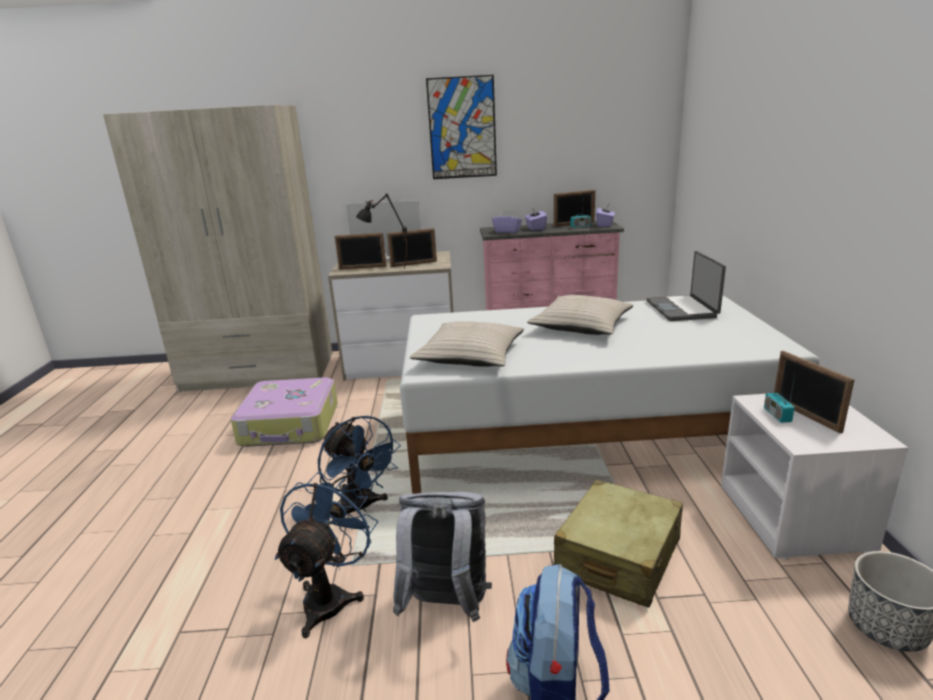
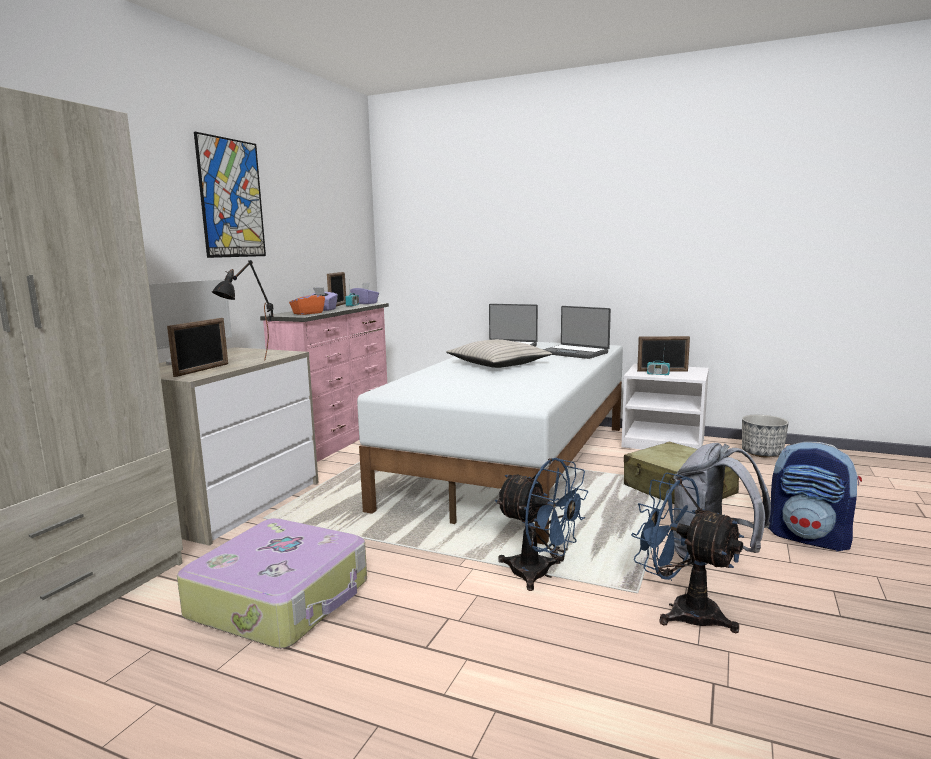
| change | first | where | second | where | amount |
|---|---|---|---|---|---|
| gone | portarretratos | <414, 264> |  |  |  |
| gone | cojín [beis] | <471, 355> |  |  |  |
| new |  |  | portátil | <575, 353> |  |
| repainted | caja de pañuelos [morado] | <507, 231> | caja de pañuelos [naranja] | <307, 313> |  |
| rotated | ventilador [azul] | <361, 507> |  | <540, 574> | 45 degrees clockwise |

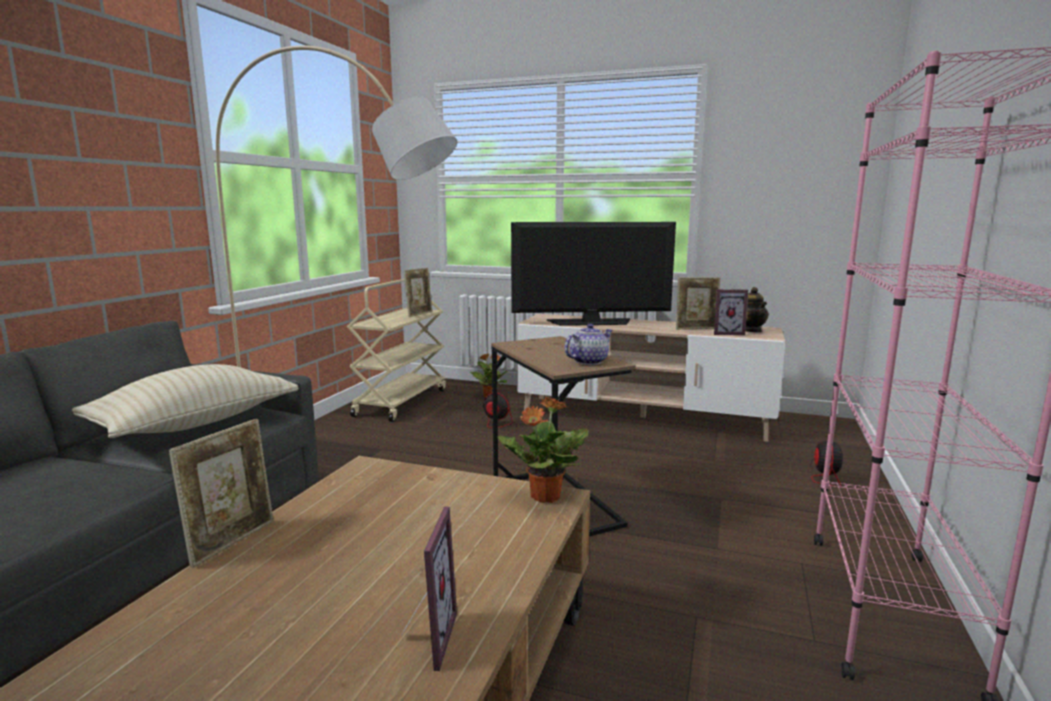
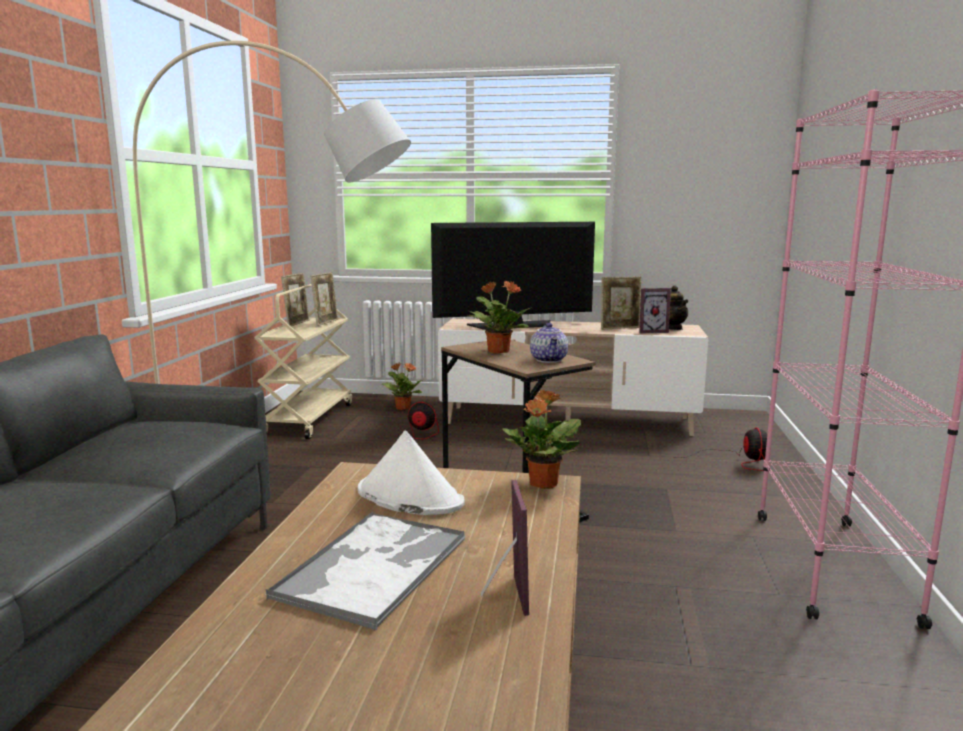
| change | first | where | second | where | amount |
|---|---|---|---|---|---|
| gone | cojín [beis] | <195, 424> |  |  |  |
| new |  |  | bandeja | <374, 566> |  |
| new |  |  | sombrero [blanco] | <409, 496> |  |
| new |  |  | planta en maceta | <498, 351> |  |
| shifted | portarretratos | <232, 541> |  | <297, 323> |  |
| rotated | tetera | <588, 361> |  | <549, 360> | 135 degrees clockwise |

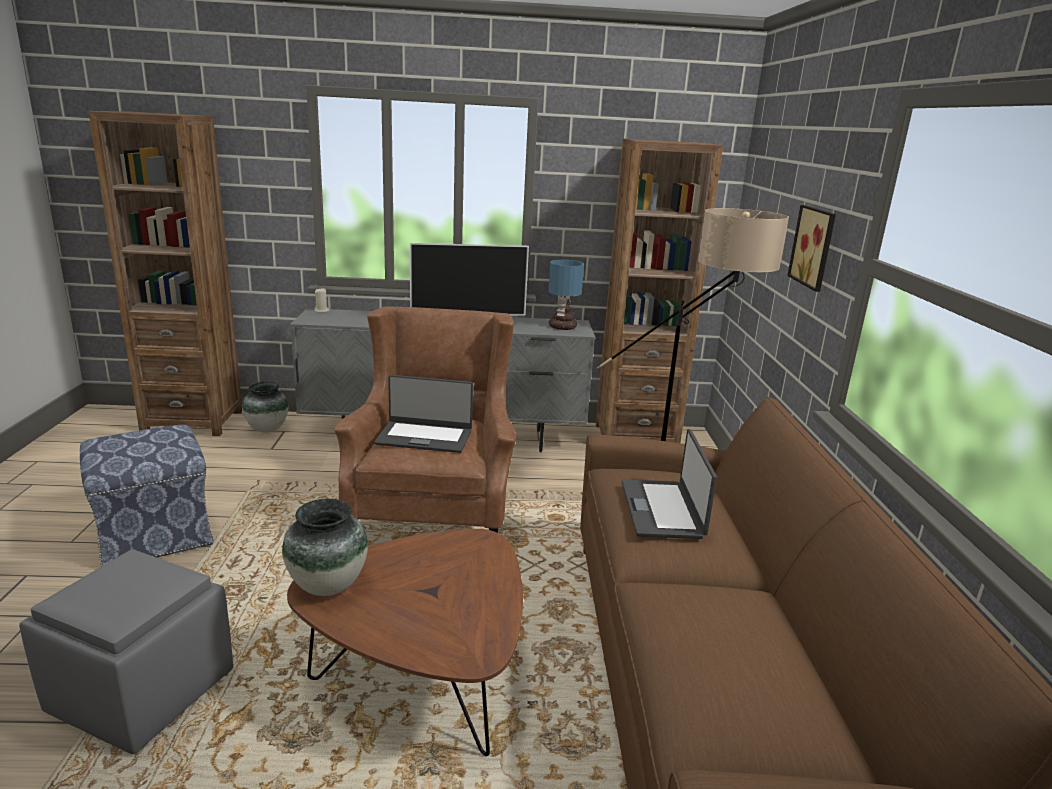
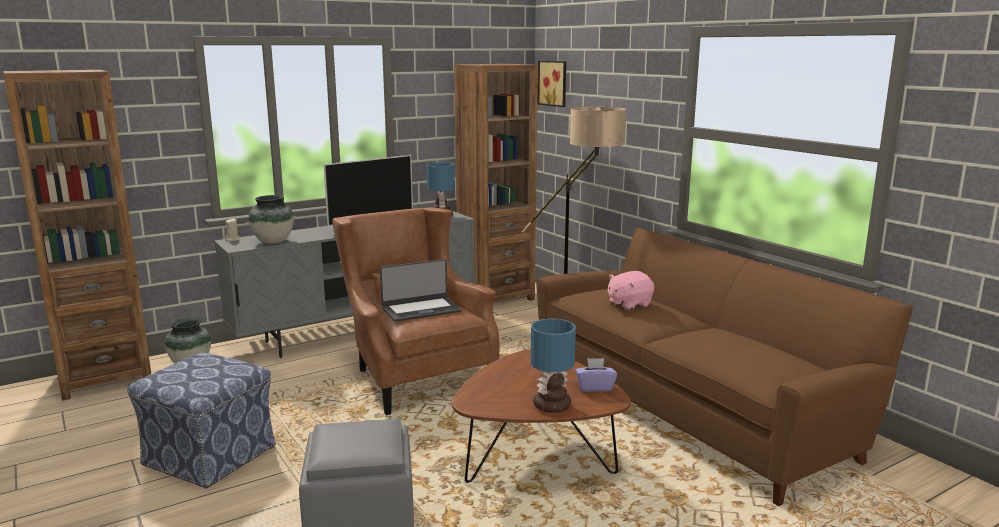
| change | first | where | second | where | amount |
|---|---|---|---|---|---|
| new |  |  | lámpara de mesa | <551, 406> |  |
| new |  |  | caja de pañuelos [morado] | <595, 387> |  |
| shifted | florero | <328, 586> |  | <273, 242> |  |
| shifted | cuadro | <815, 247> |  | <554, 83> |  |
| swapped | portátil | <663, 509> | peluche [rosa] | <629, 304> |  |

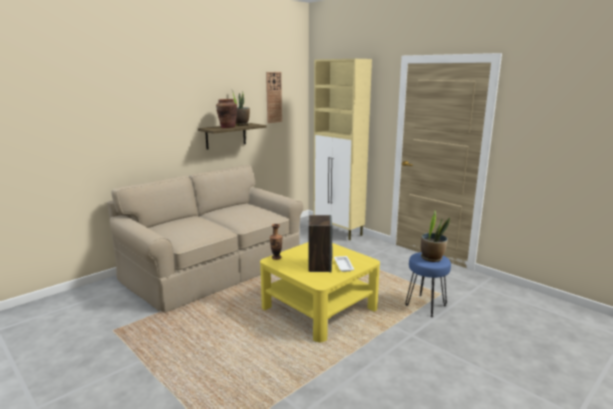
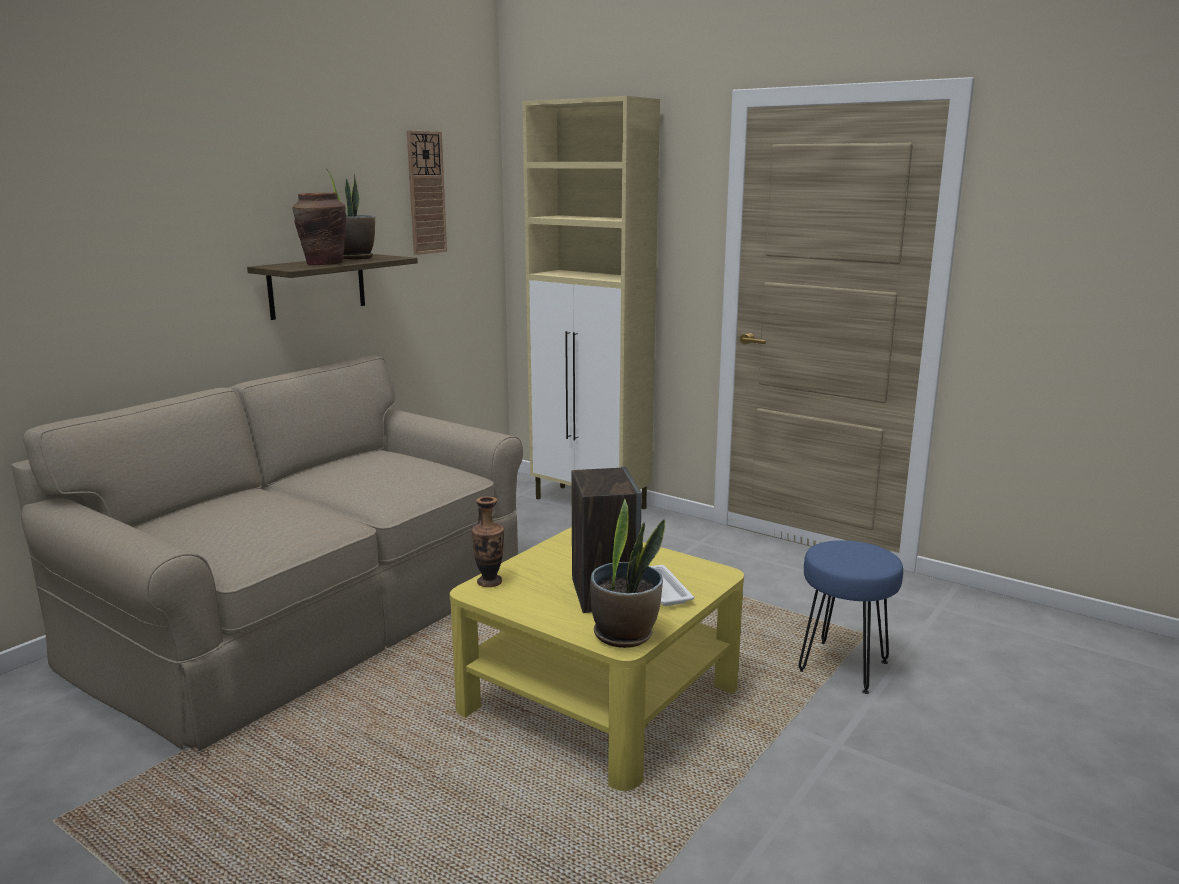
| change | first | where | second | where | amount |
|---|---|---|---|---|---|
| shifted | planta en maceta | <432, 258> |  | <625, 634> |  |

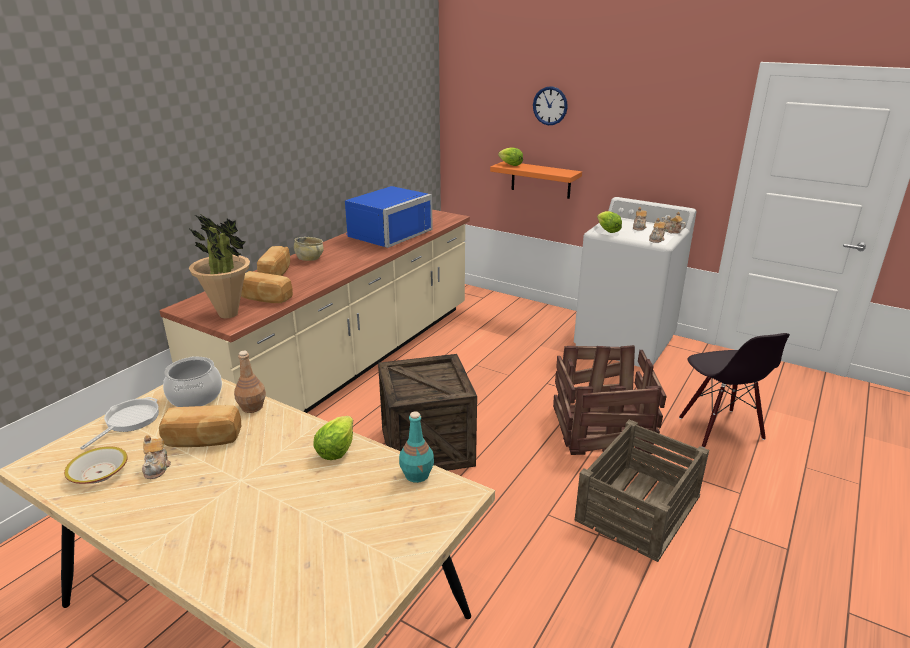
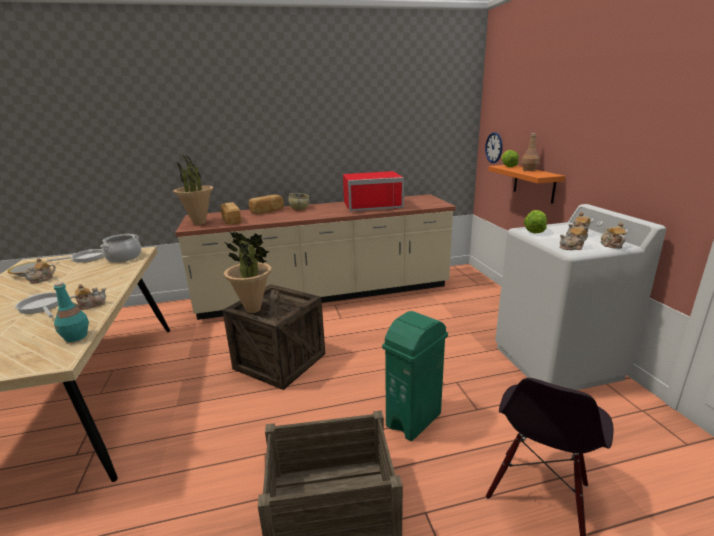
| change | first | where | second | where | amount |
|---|---|---|---|---|---|
| gone | pan | <203, 440> |  |  |  |
| new |  |  | sartén | <42, 306> |  |
| new |  |  | planta en maceta | <253, 309> |  |
| shifted | botella [marrón] | <252, 407> |  | <529, 170> |  |
| shifted | reloj de pared | <550, 106> |  | <494, 147> |  |
| swapped | lechuga | <336, 450> | tetera | <91, 305> |  |
| swapped | caja de embalaje | <603, 429> | papelera [verde] | <414, 420> |  |
| repainted | microondas [azul] | <386, 234> | microondas [rojo] | <372, 205> |  |

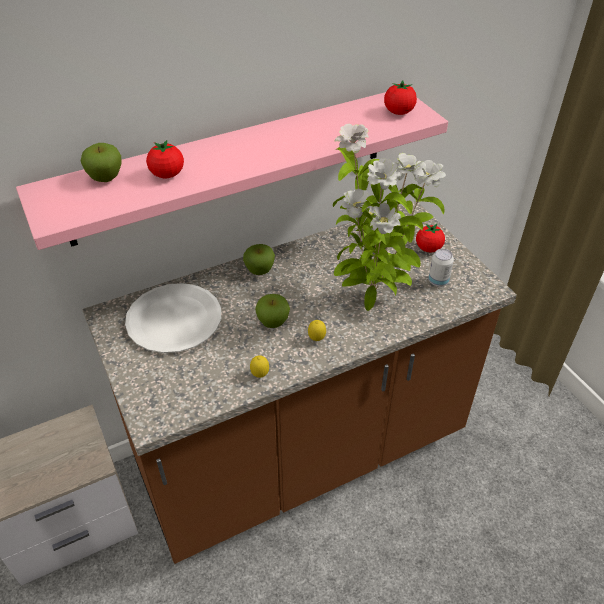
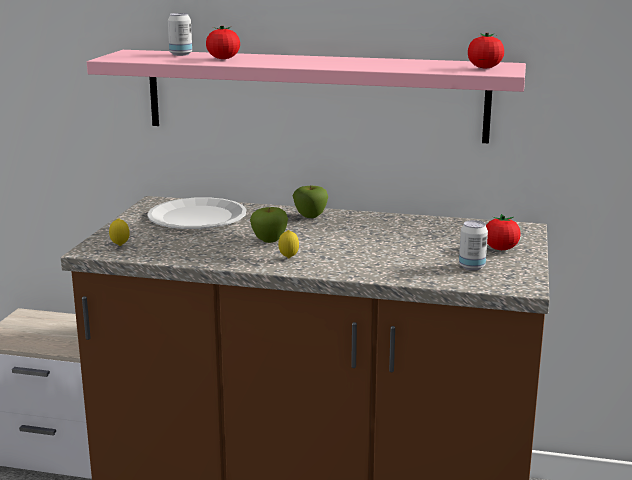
| change | first | where | second | where | amount |
|---|---|---|---|---|---|
| gone | planta en maceta | <372, 300> |  |  |  |
| shifted | limón | <260, 375> |  | <120, 245> |  |
| swapped | manzana | <106, 178> | lata | <181, 54> |  |

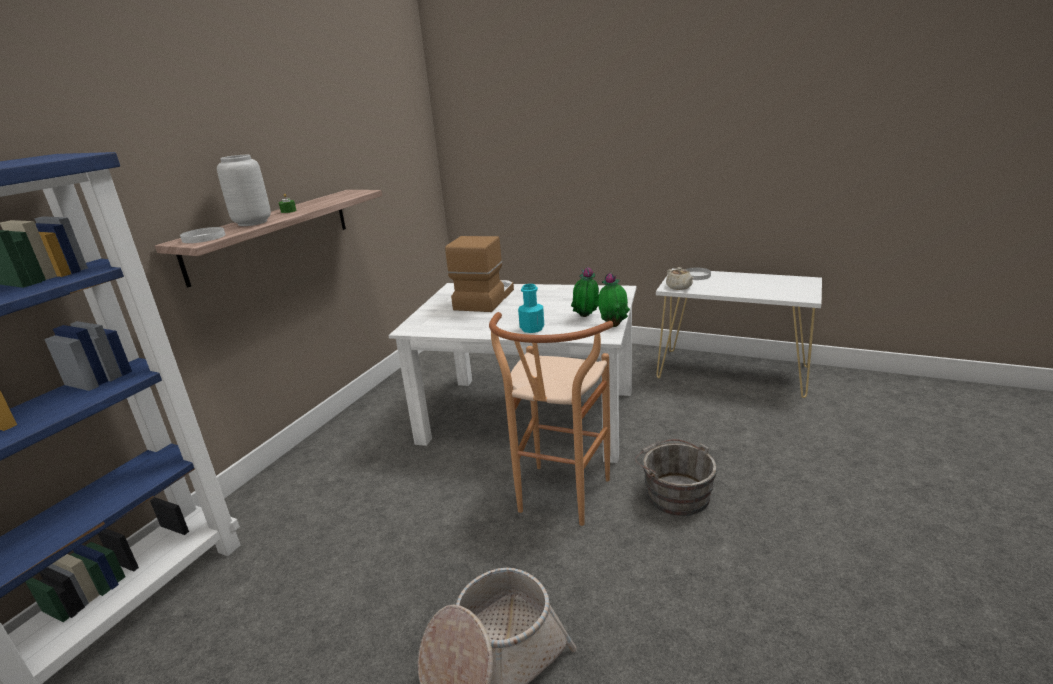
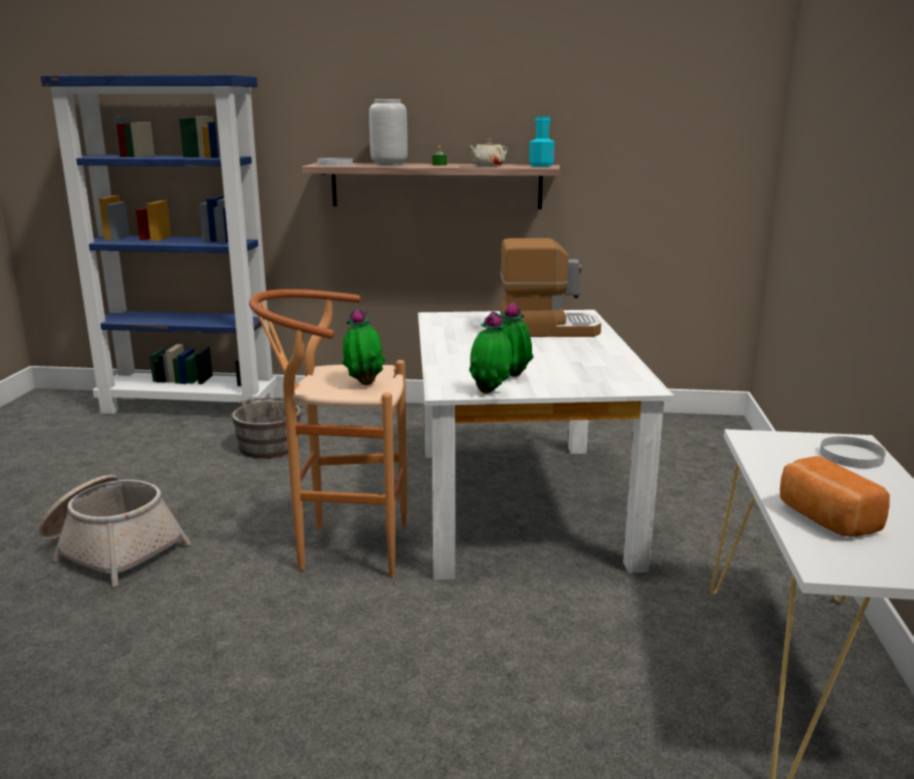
| change | first | where | second | where | amount |
|---|---|---|---|---|---|
| new |  |  | planta en maceta | <364, 383> |  |
| new |  |  | pan | <824, 519> |  |
| shifted | botella [turquesa] | <532, 328> |  | <541, 165> |  |
| shifted | cubo [gris] | <674, 493> |  | <272, 445> |  |
| shifted | tetera [beis] | <679, 287> |  | <487, 165> |  |

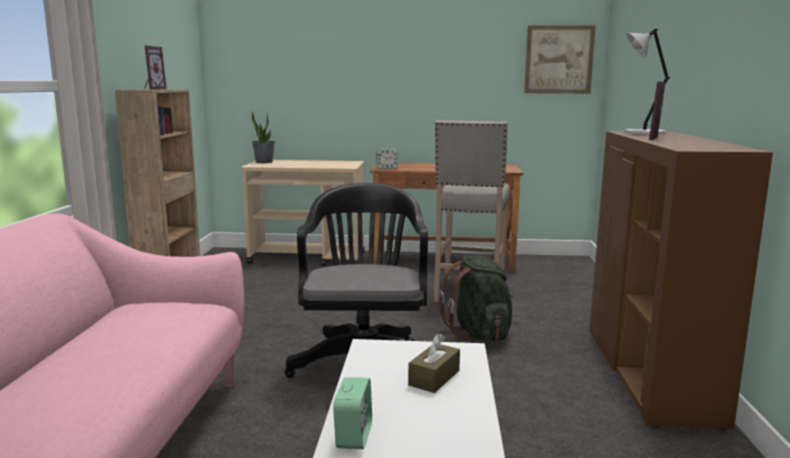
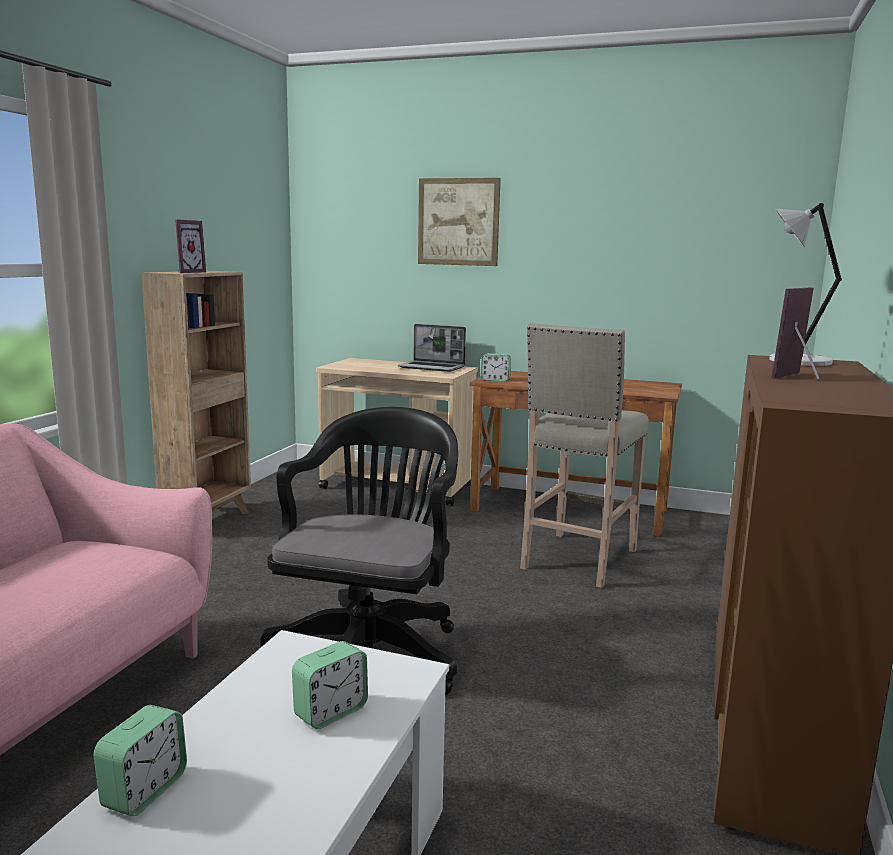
| change | first | where | second | where | amount |
|---|---|---|---|---|---|
| gone | planta en maceta | <264, 162> |  |  |  |
| gone | mochila [verde] | <479, 333> |  |  |  |
| new |  |  | portátil | <432, 367> |  |
| shifted | cuadro | <559, 59> |  | <458, 222> |  |
| swapped | caja de pañuelos [marrón] | <434, 378> | despertador | <330, 712> |  |

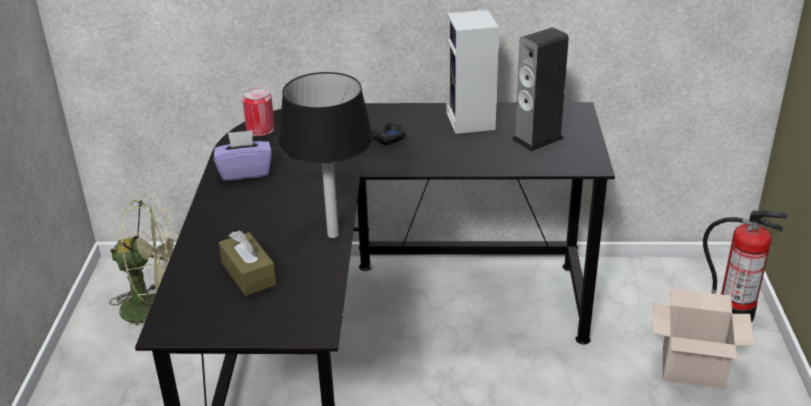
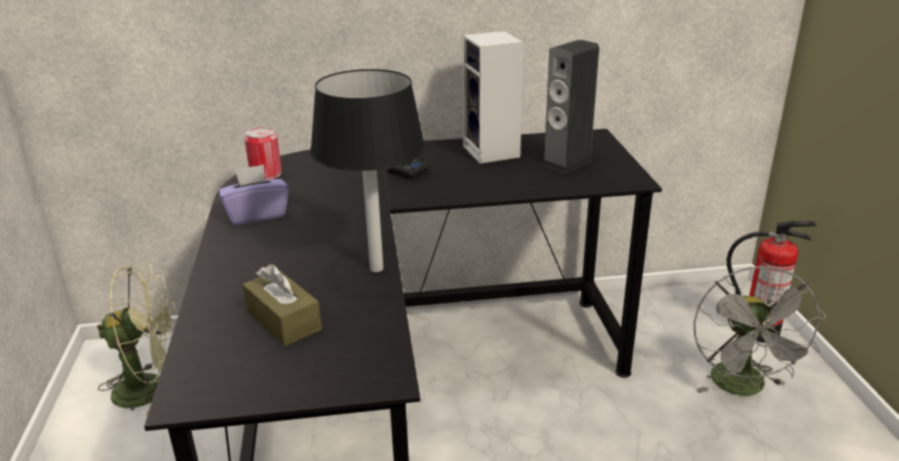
| change | first | where | second | where | amount |
|---|---|---|---|---|---|
| swapped | caja de cartón | <694, 367> | ventilador [gris] | <743, 388> |  |

